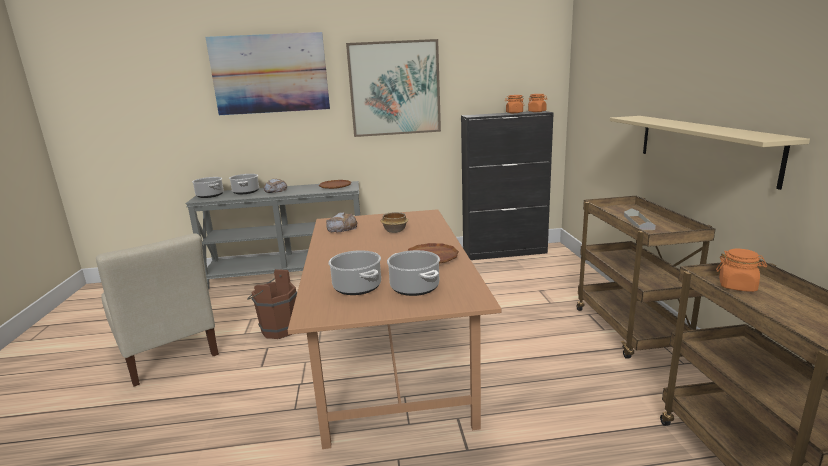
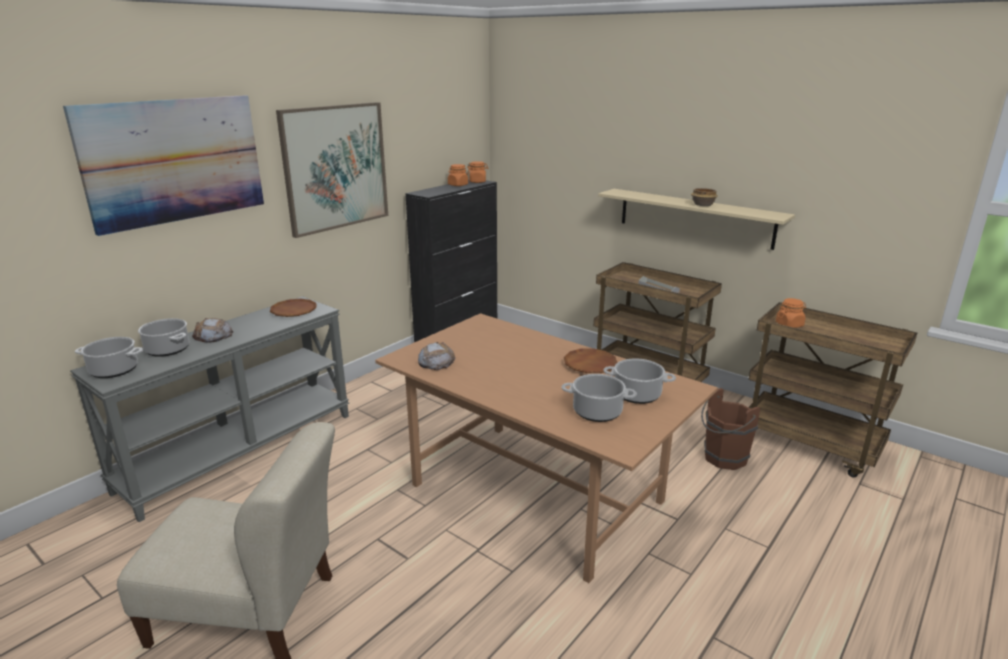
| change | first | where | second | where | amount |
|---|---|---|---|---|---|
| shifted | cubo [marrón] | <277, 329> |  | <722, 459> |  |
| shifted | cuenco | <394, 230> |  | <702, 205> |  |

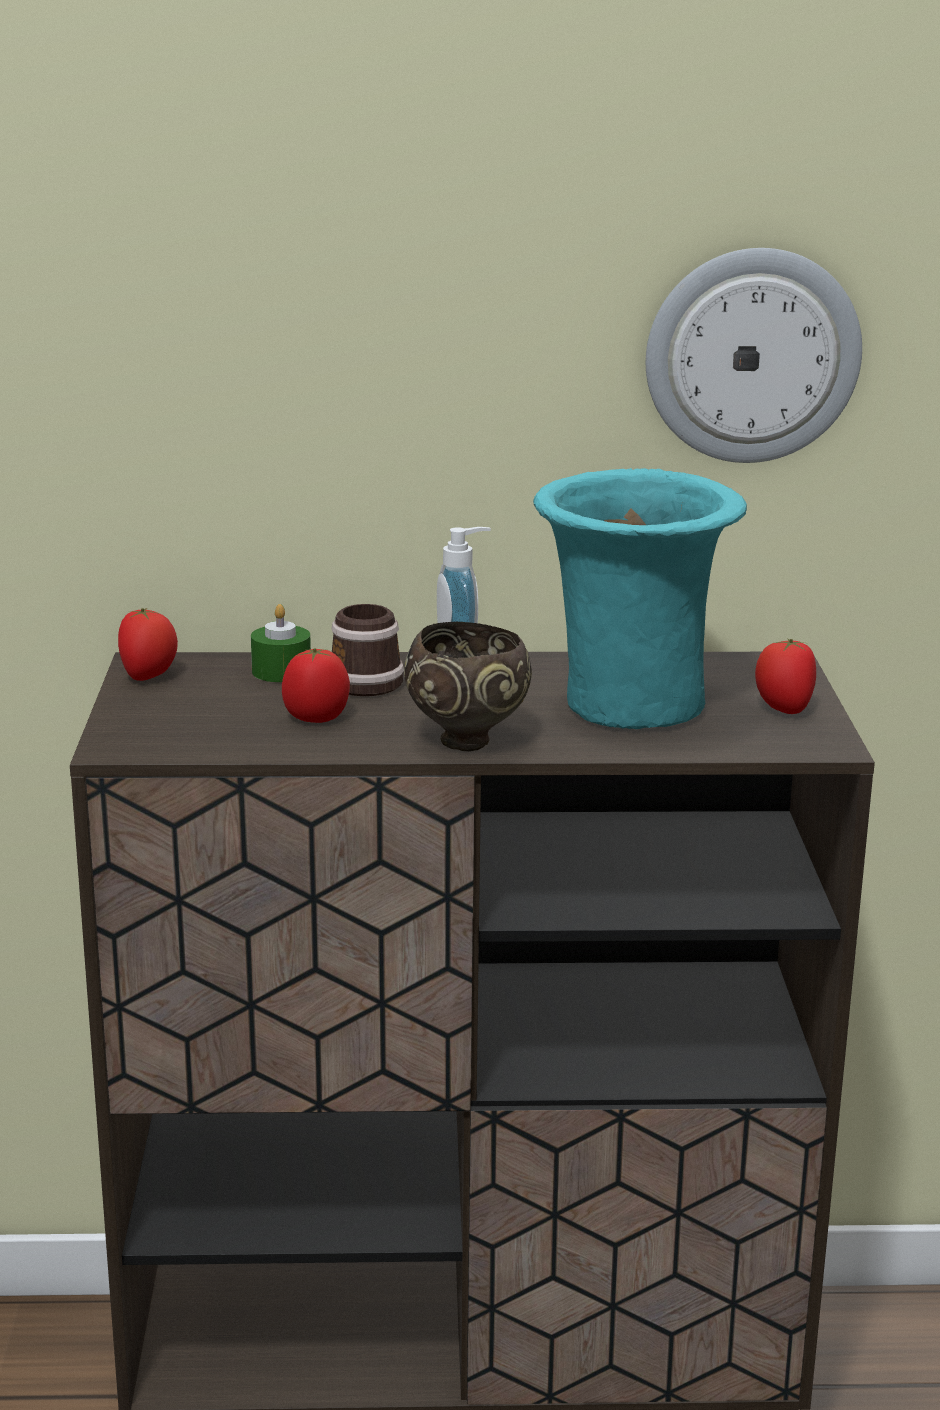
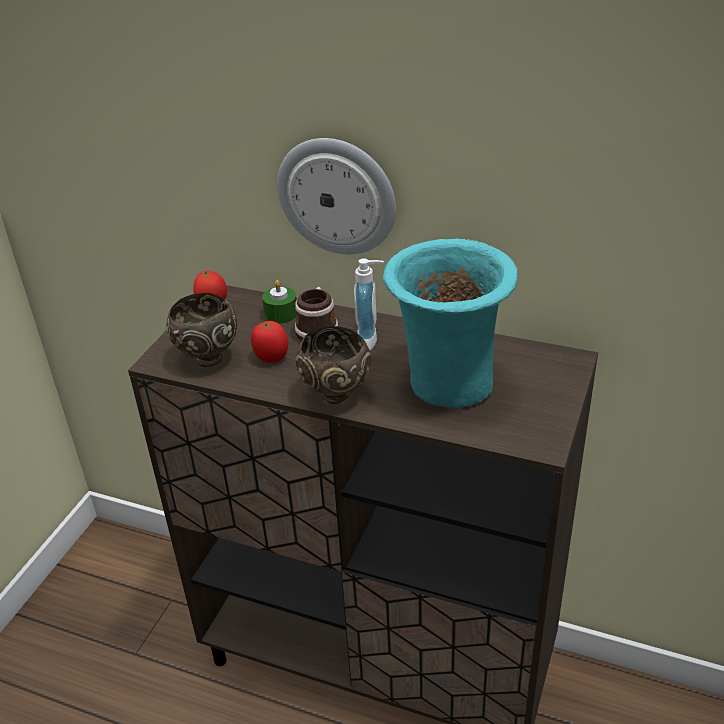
| change | first | where | second | where | amount |
|---|---|---|---|---|---|
| gone | tomate | <783, 709> |  |  |  |
| new |  |  | cuenco [marrón] | <207, 358> |  |
| shifted | reloj de pared | <752, 356> |  | <337, 196> |  |

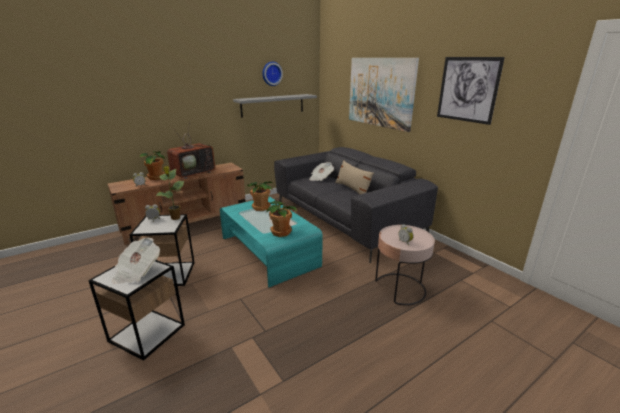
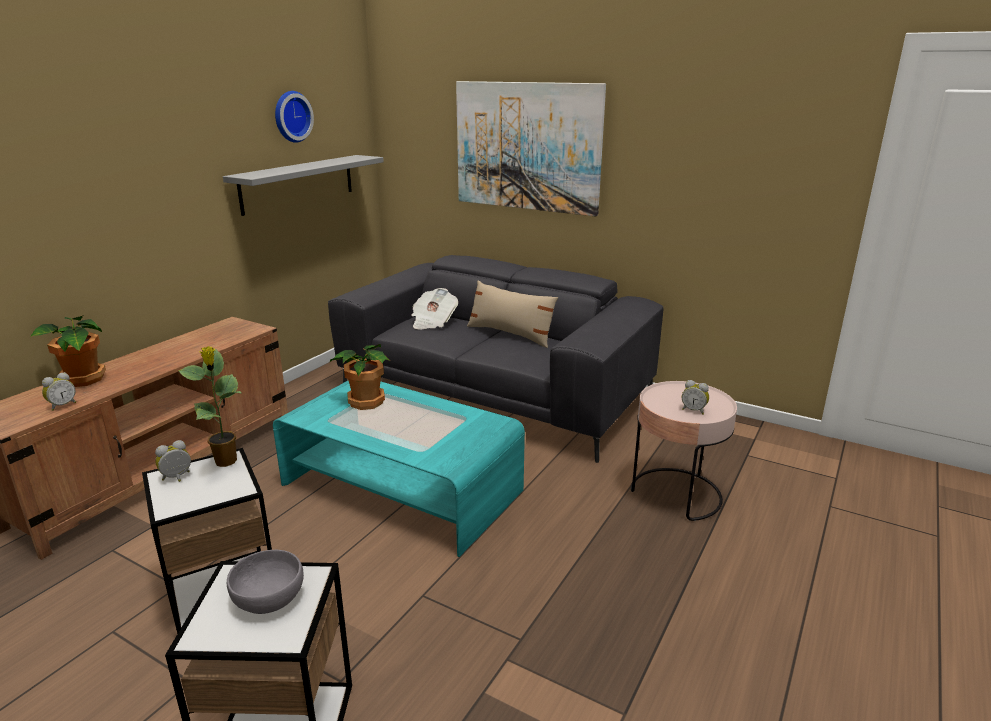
| change | first | where | second | where | amount |
|---|---|---|---|---|---|
| gone | televisor | <194, 173> |  |  |  |
| gone | planta en maceta | <281, 232> |  |  |  |
| gone | cuadro | <467, 89> |  |  |  |
| swapped | periódico | <137, 271> | cuenco [gris] | <269, 599> |  |

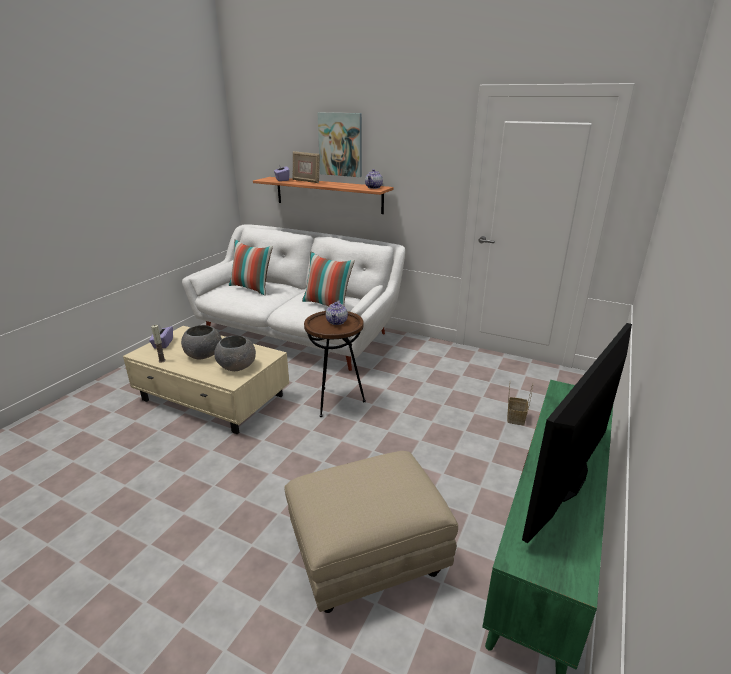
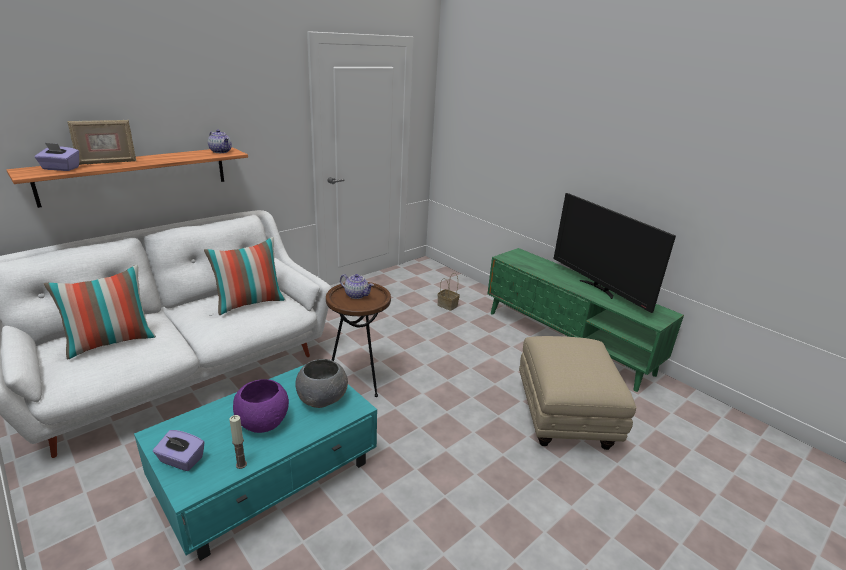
| change | first | where | second | where | amount |
|---|---|---|---|---|---|
| gone | cuadro | <340, 144> |  |  |  |
| repainted | mesa de centro [beis] | <213, 398> | mesa de centro [turquesa] | <269, 474> |  |
| repainted | cuenco [gris] | <204, 354> | cuenco [morado] | <263, 421> |  |

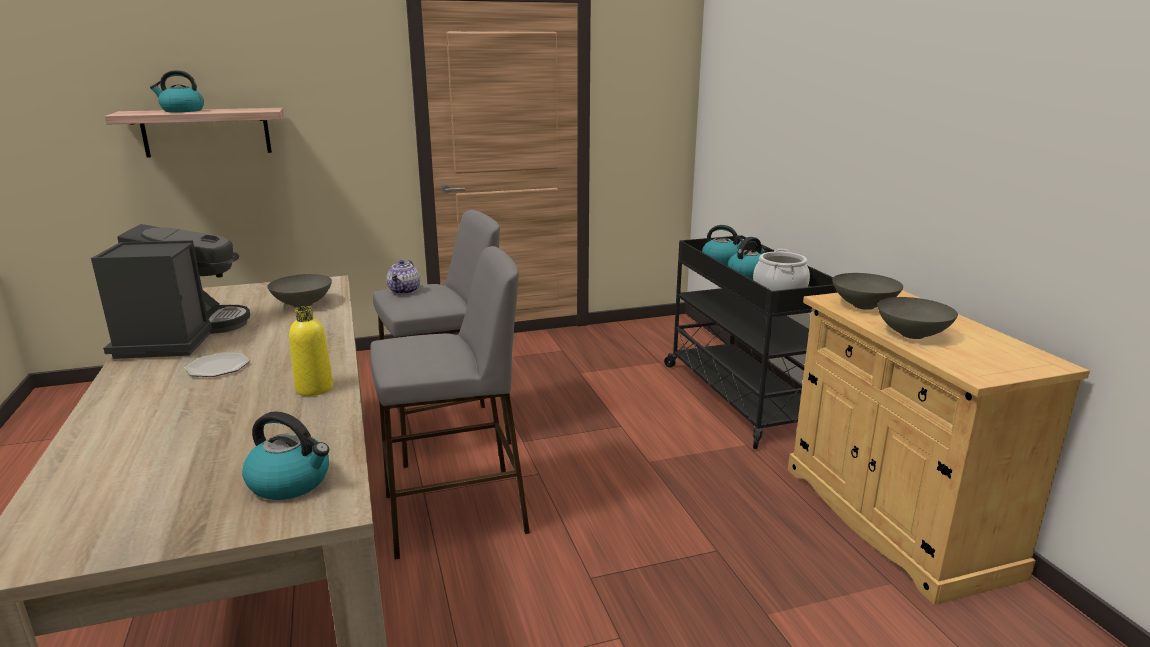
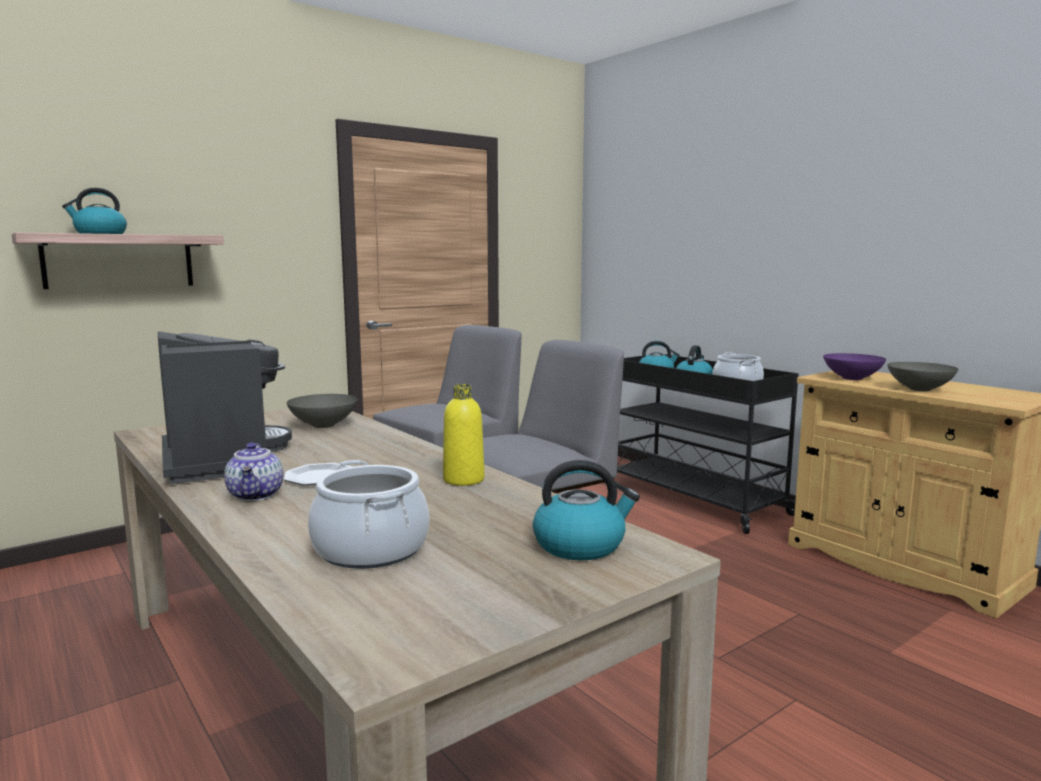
| change | first | where | second | where | amount |
|---|---|---|---|---|---|
| new |  |  | olla | <371, 549> |  |
| shifted | tetera | <405, 291> |  | <257, 495> |  |
| repainted | cuenco [gris] | <862, 306> | cuenco [morado] | <851, 378> |  |

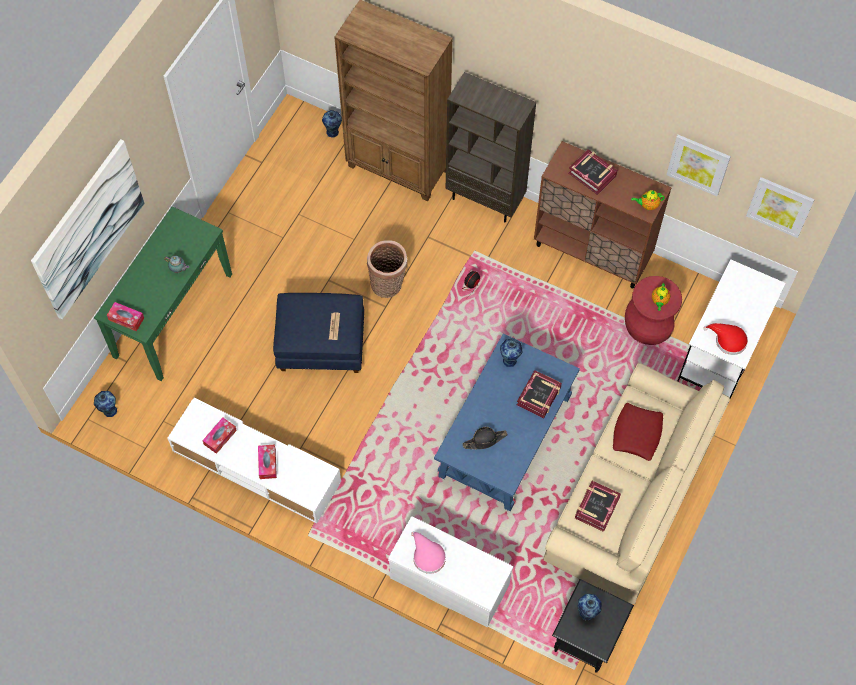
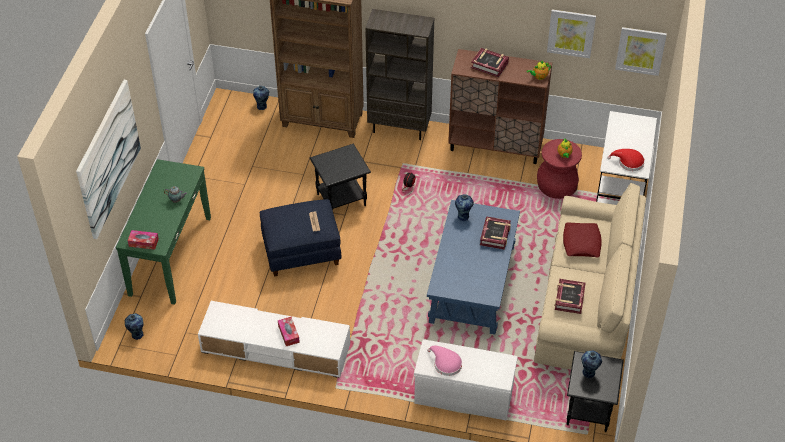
| change | first | where | second | where | amount |
|---|---|---|---|---|---|
| gone | caja de pañuelos | <220, 437> |  |  |  |
| gone | sombrero [negro] | <485, 440> |  |  |  |
| swapped | cesta | <388, 285> | mesa auxiliar [negro] | <342, 199> |  |

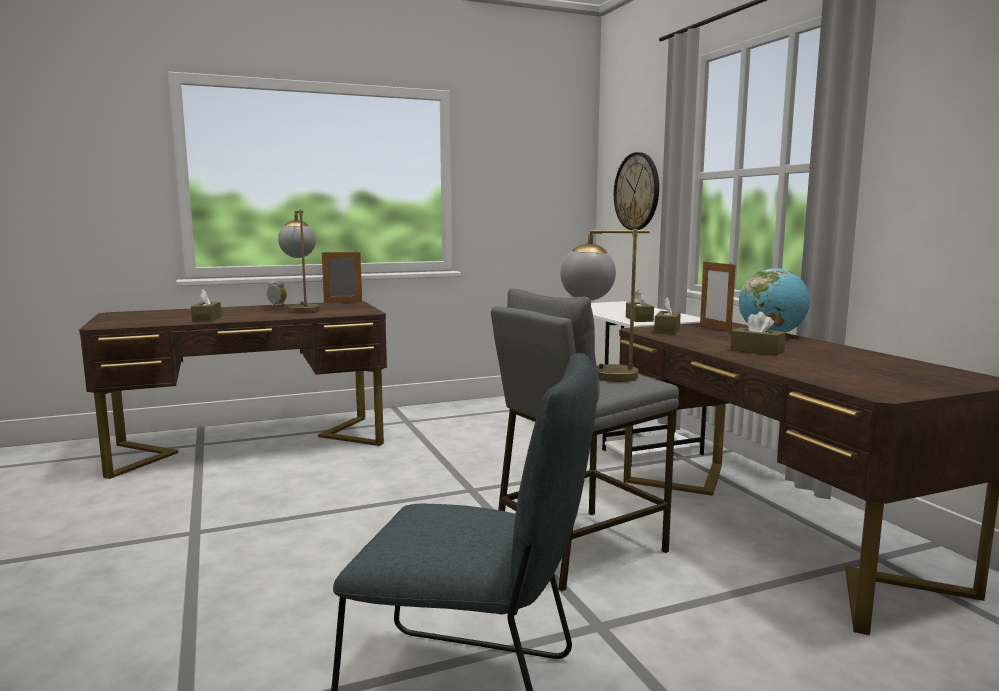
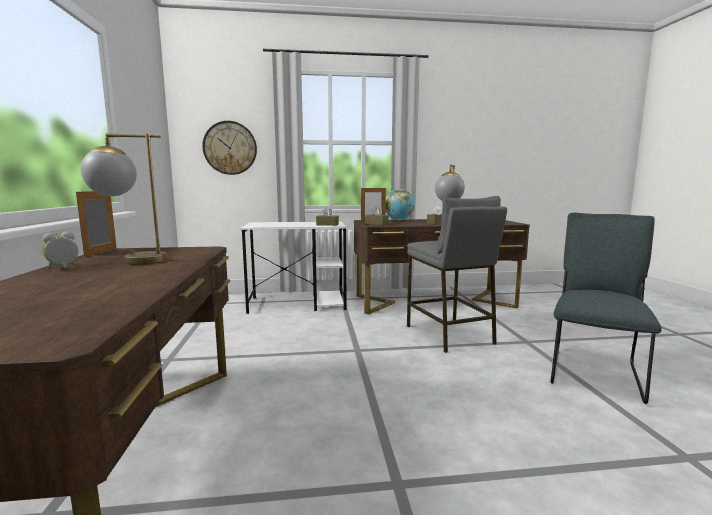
| change | first | where | second | where | amount |
|---|---|---|---|---|---|
| gone | caja de pañuelos [marrón] | <207, 319> |  |  |  |

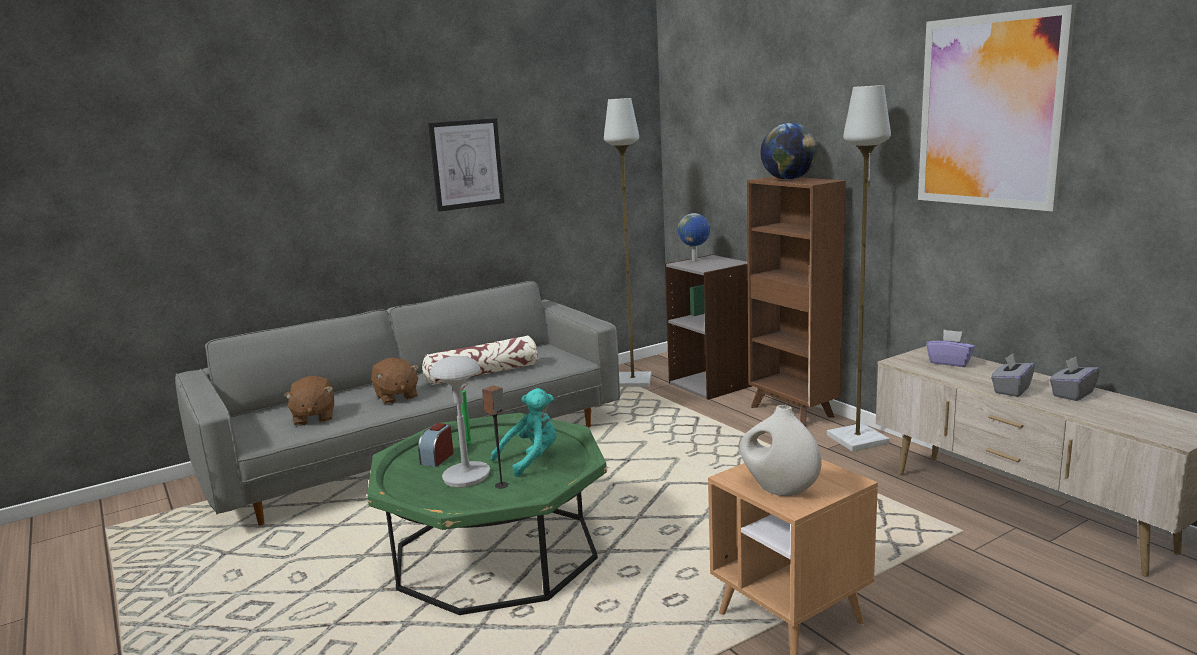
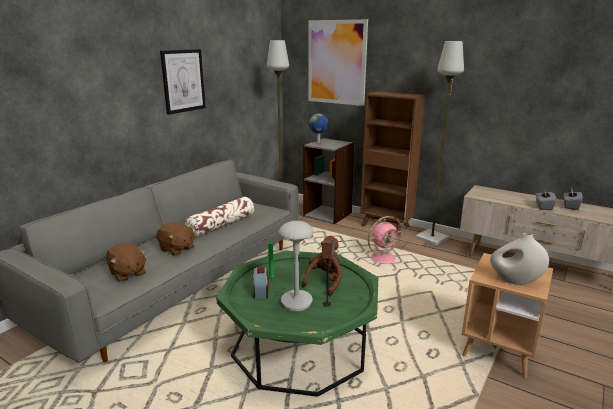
| change | first | where | second | where | amount |
|---|---|---|---|---|---|
| gone | globo terráqueo | <788, 179> |  |  |  |
| gone | caja de pañuelos [morado] | <949, 362> |  |  |  |
| new |  |  | ventilador [rosa] | <384, 258> |  |
| shifted | cuadro | <990, 112> |  | <337, 62> |  |
| repainted | peluche [turquesa] | <531, 459> | peluche [marrón] | <325, 282> |  |

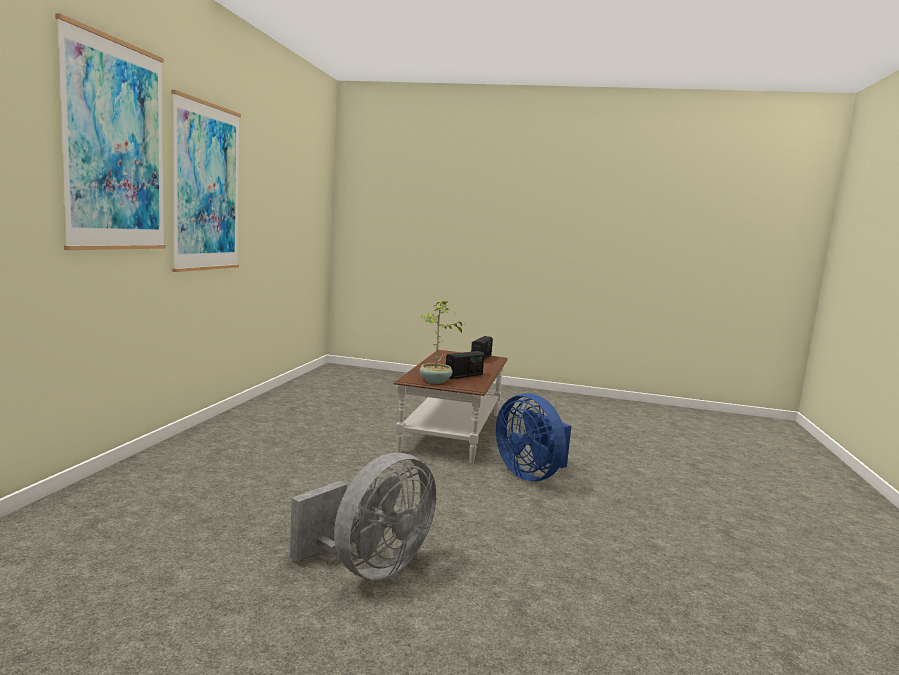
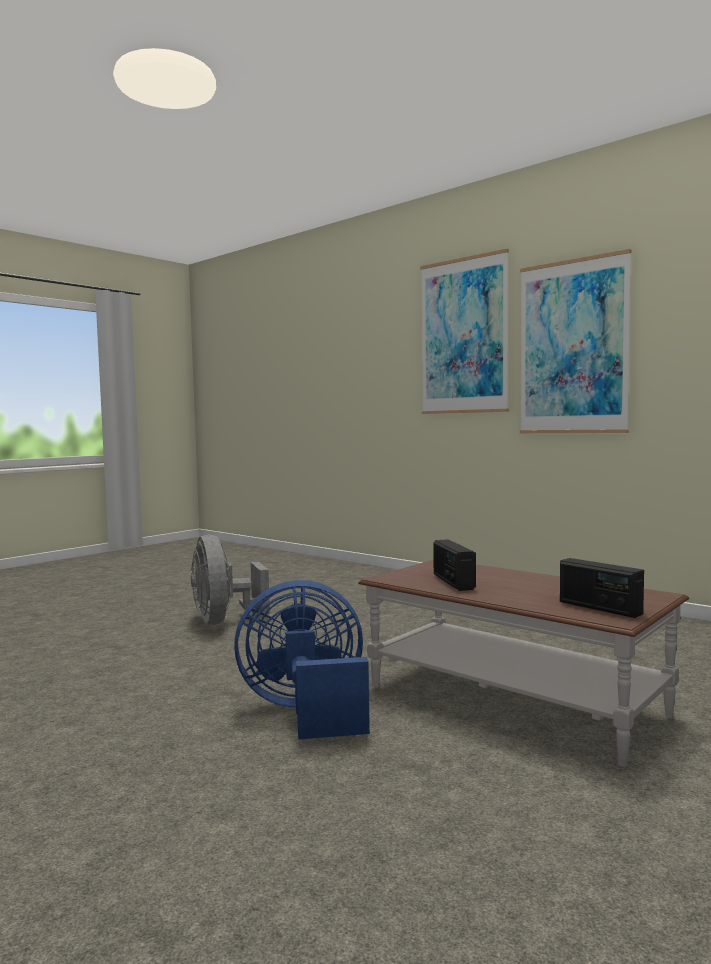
| change | first | where | second | where | amount |
|---|---|---|---|---|---|
| gone | planta en maceta | <435, 381> |  |  |  |

